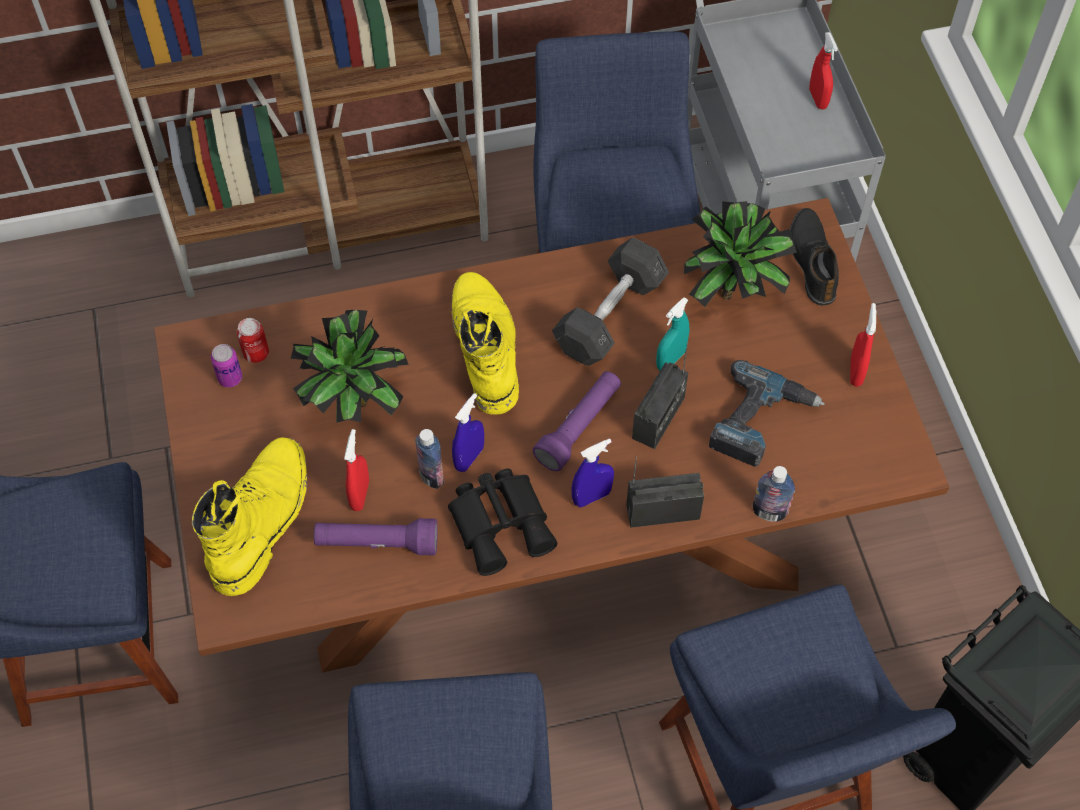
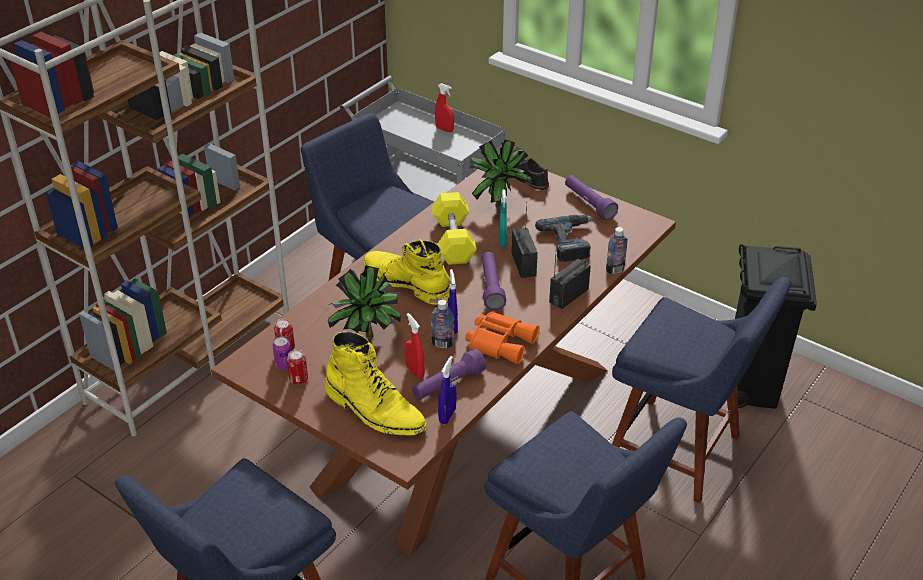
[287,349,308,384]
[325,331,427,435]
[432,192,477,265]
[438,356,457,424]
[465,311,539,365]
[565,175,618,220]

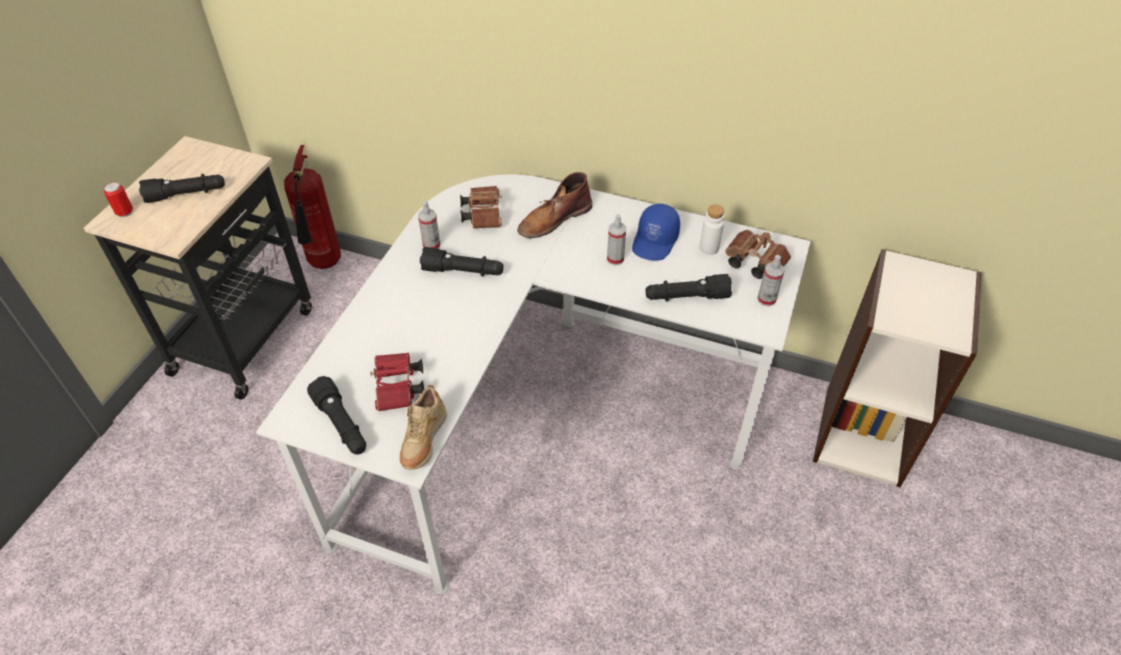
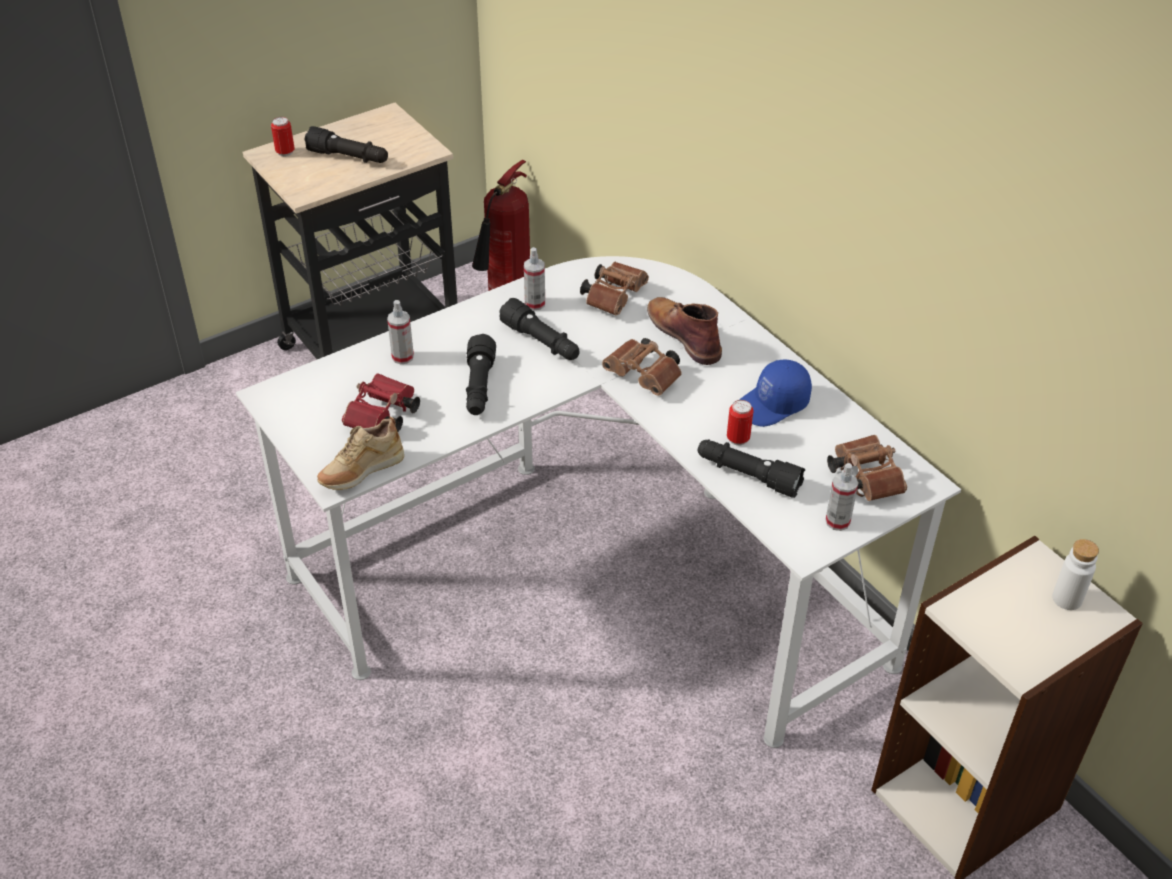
[387,300,414,364]
[466,334,496,415]
[602,338,682,396]
[647,297,722,365]
[727,400,754,446]
[1052,539,1099,610]

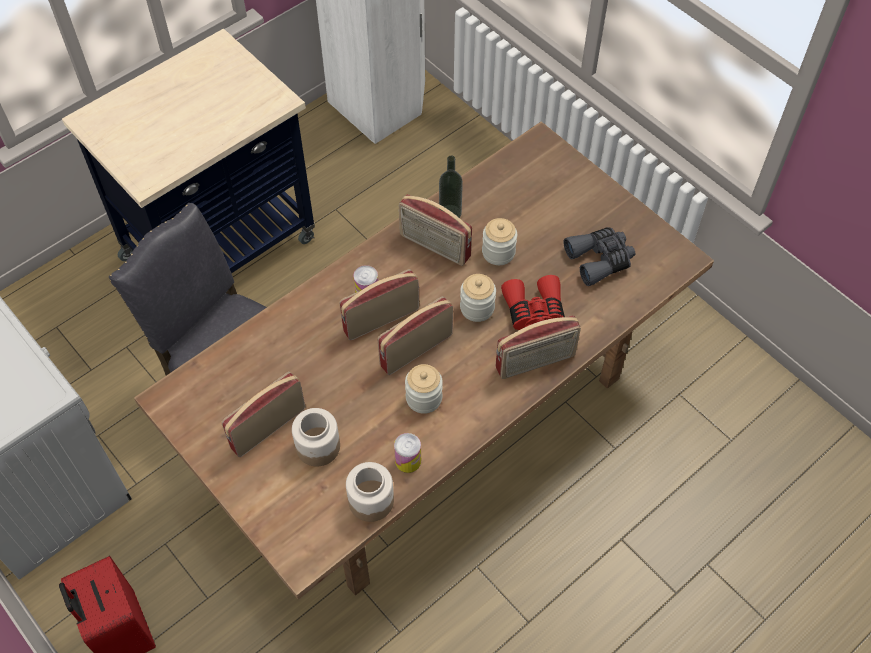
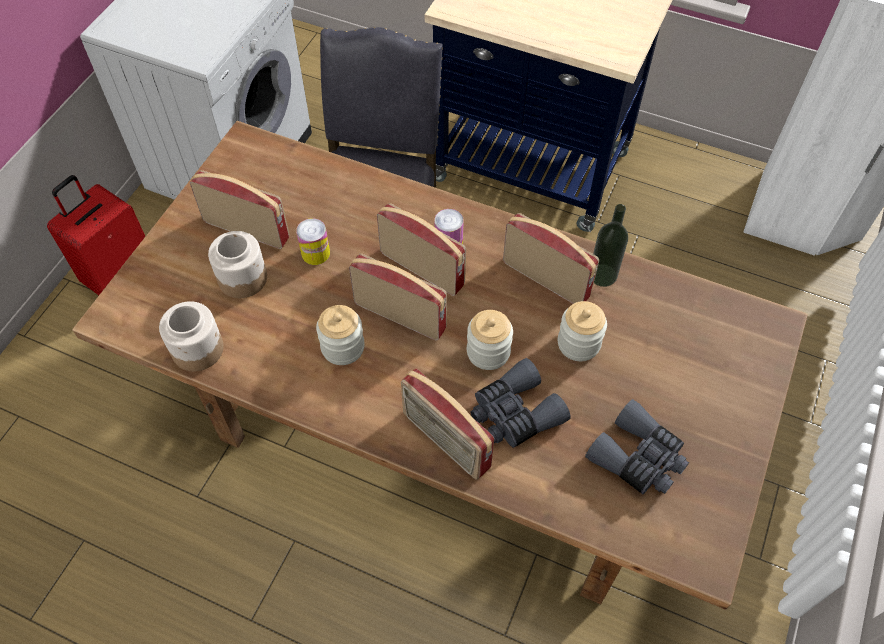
[296,218,330,265]
[470,358,571,448]
[503,213,599,304]

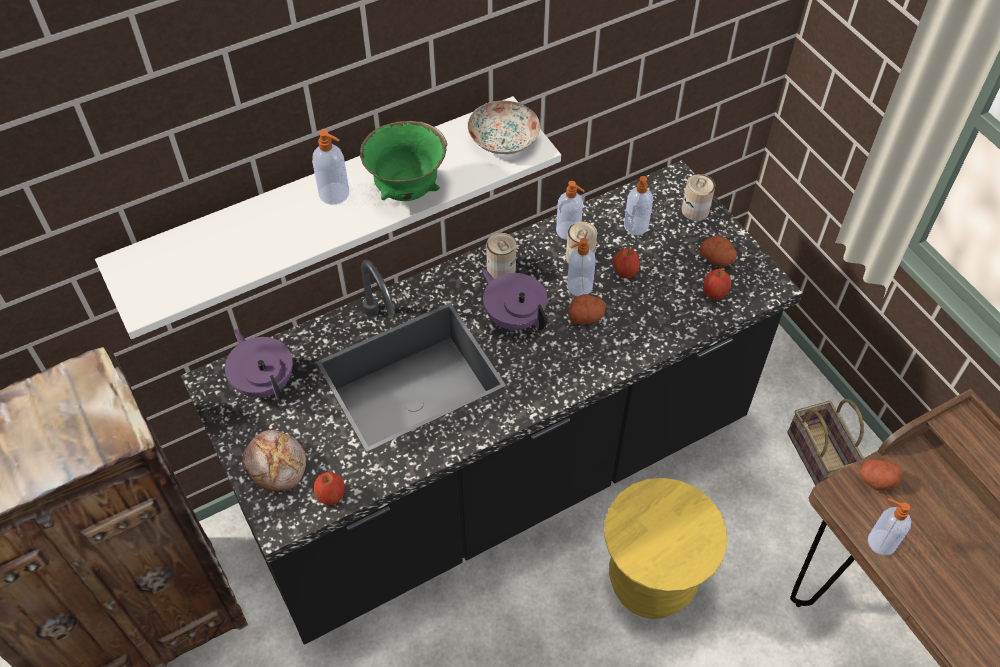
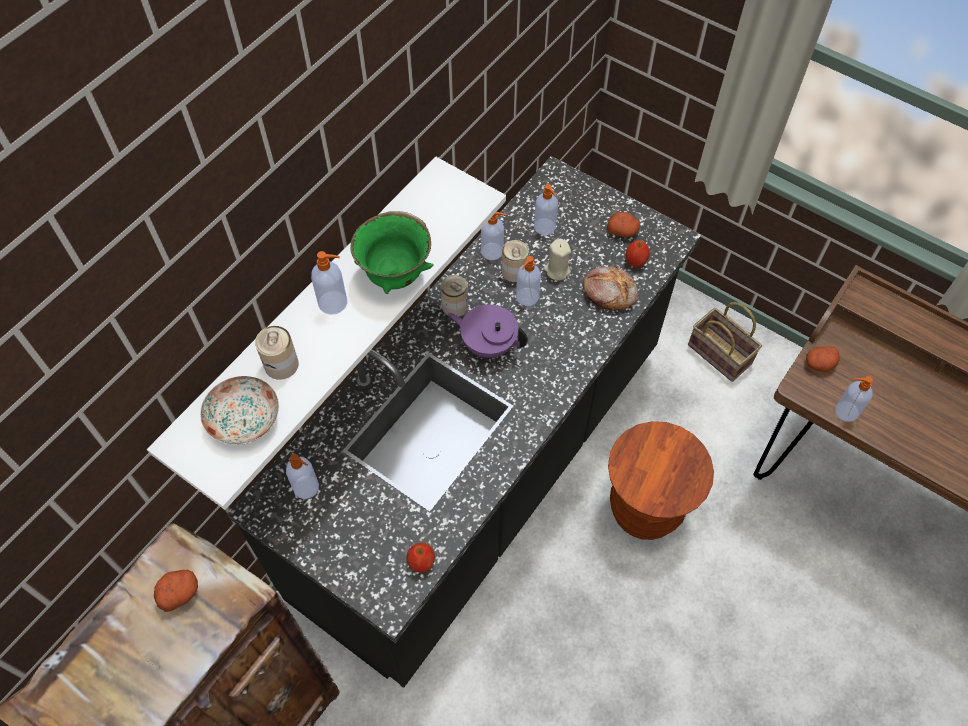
[154,570,198,612]
[200,376,279,445]
[255,326,299,380]
[286,454,319,499]
[543,239,571,281]
[583,267,638,311]
[608,421,714,540]

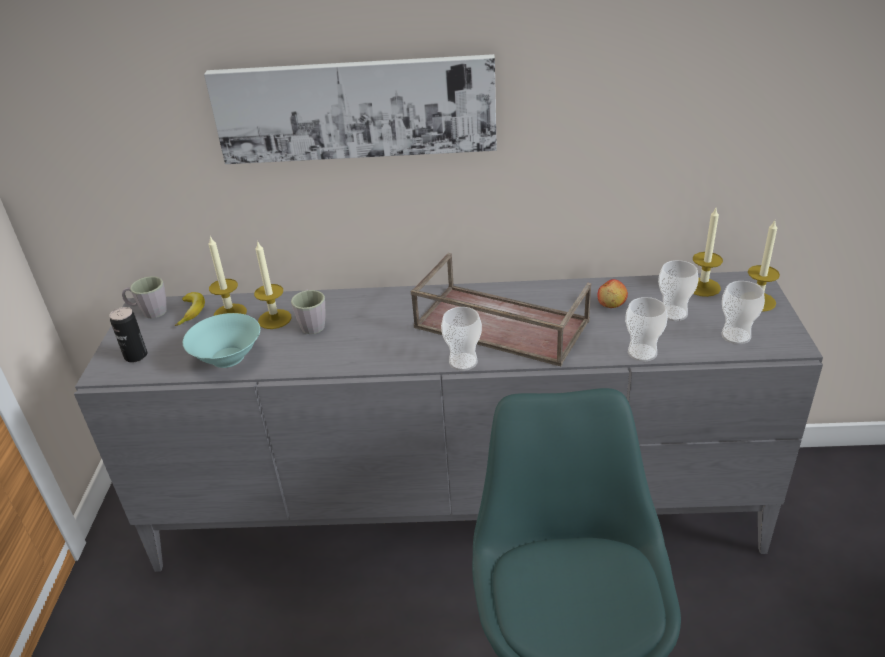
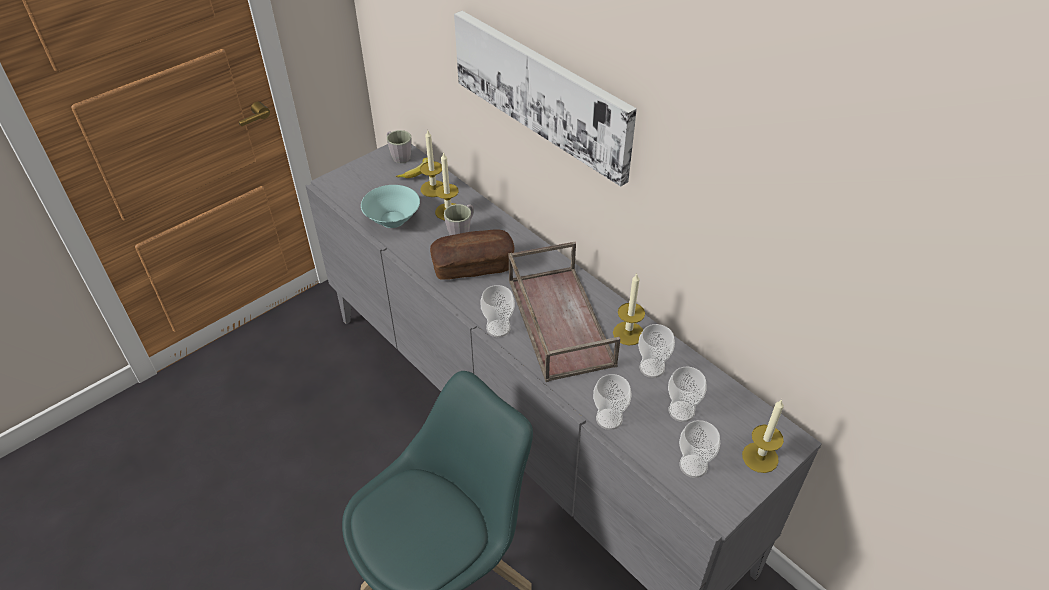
[430,229,514,280]
[613,274,645,345]
[638,324,675,378]
[109,307,147,362] (first image)

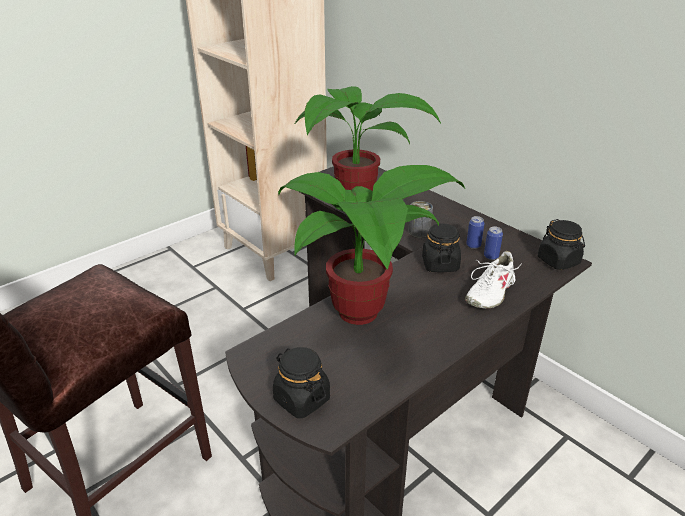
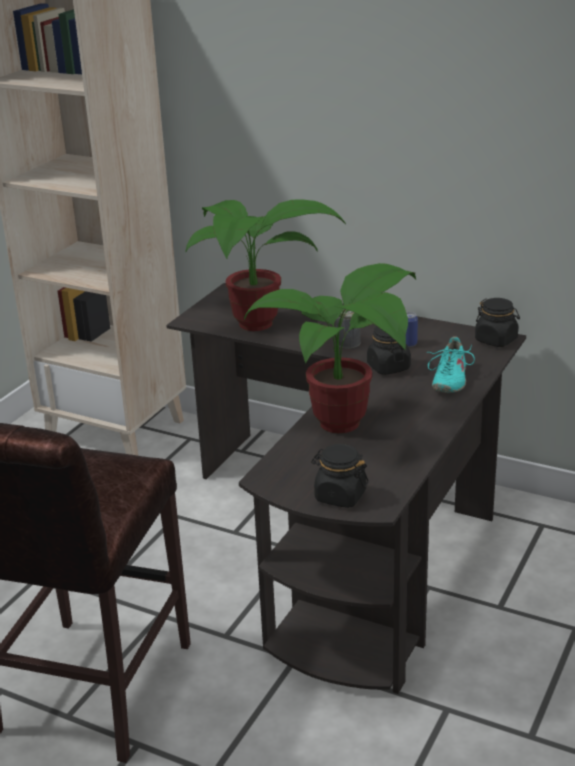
[426,337,475,393]
[484,226,503,260] (first image)

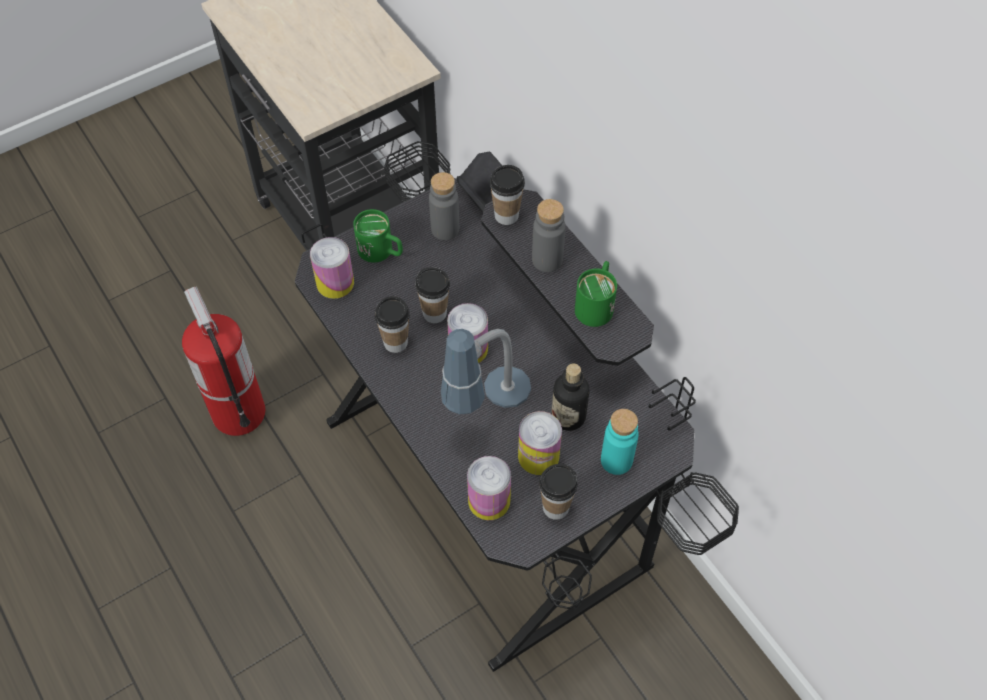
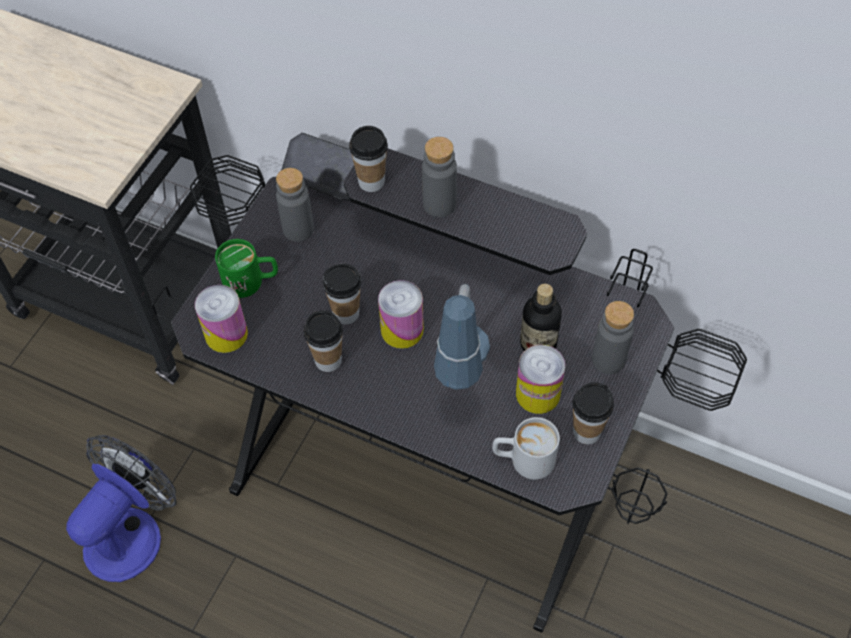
[66,435,177,582]
[492,417,560,480]
[592,301,634,374]
[575,261,617,327] (first image)

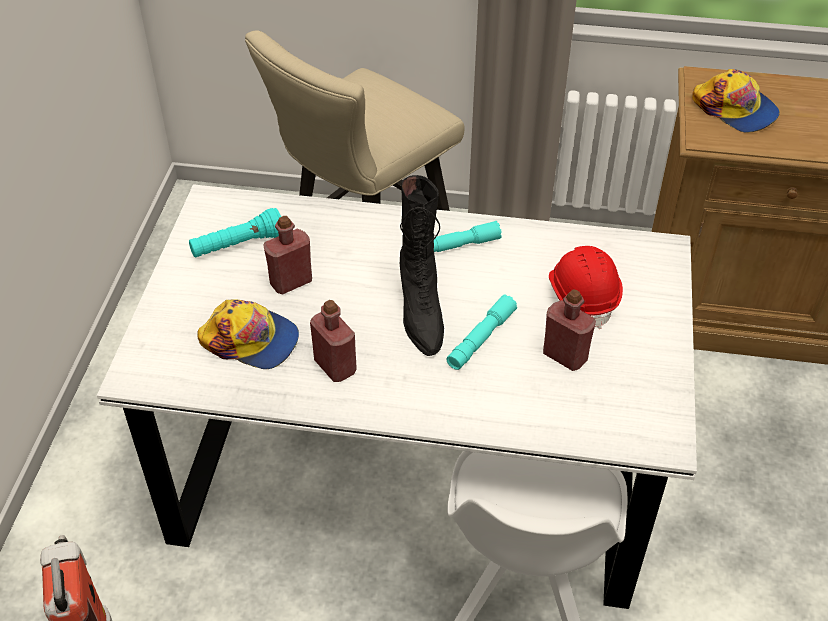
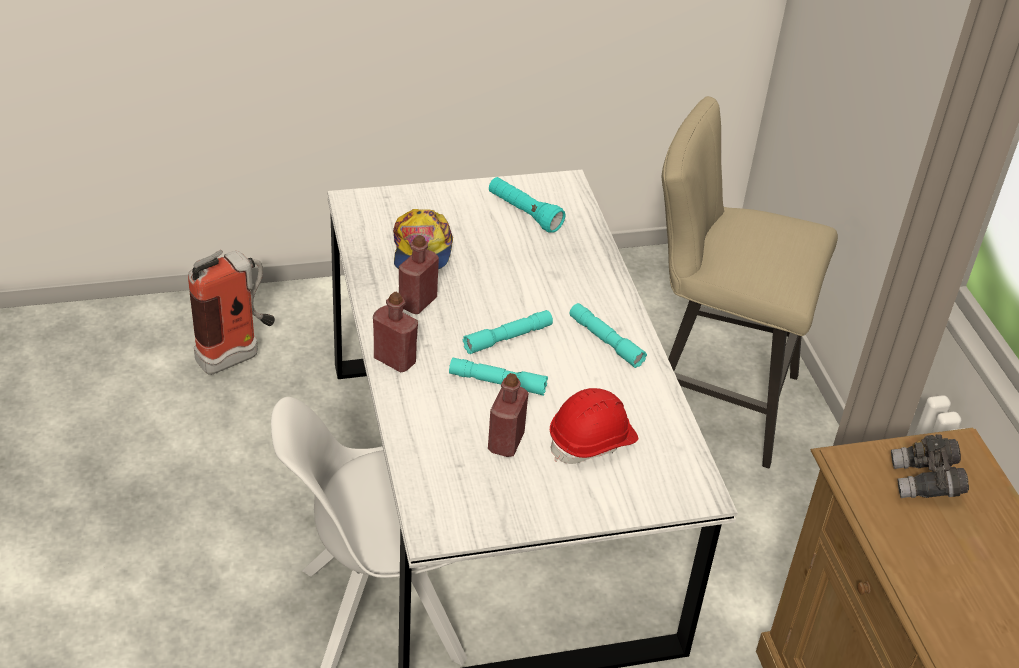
[373,292,418,372]
[463,310,553,354]
[891,434,969,498]

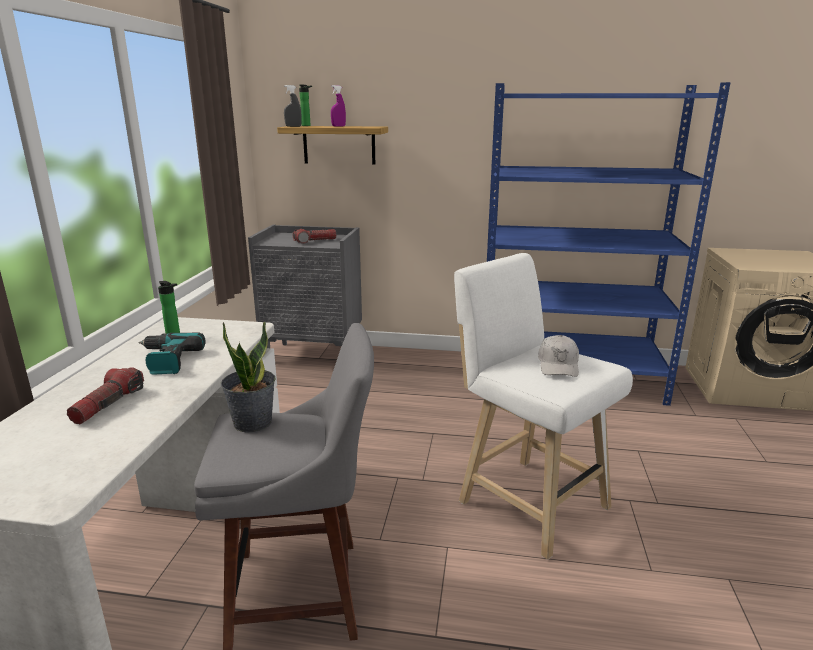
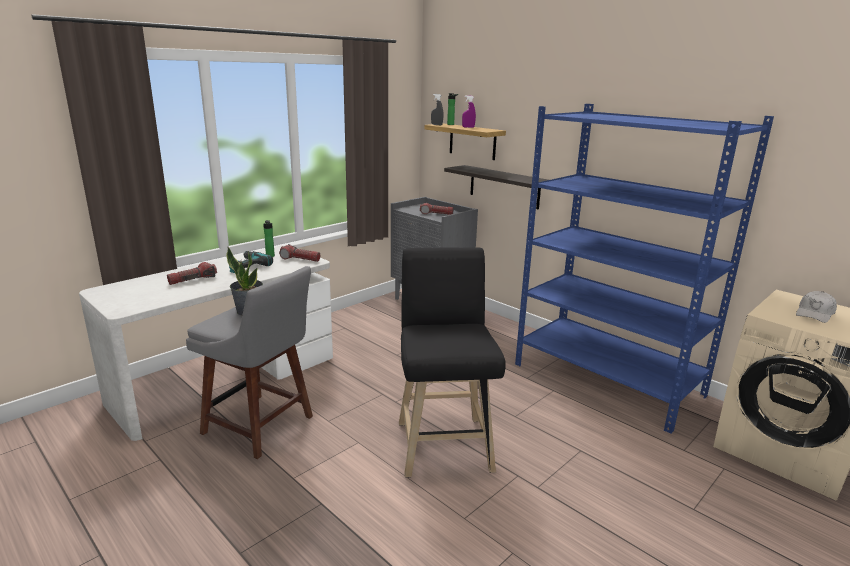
[279,244,321,262]
[399,247,506,478]
[444,165,548,209]
[796,291,837,323]

